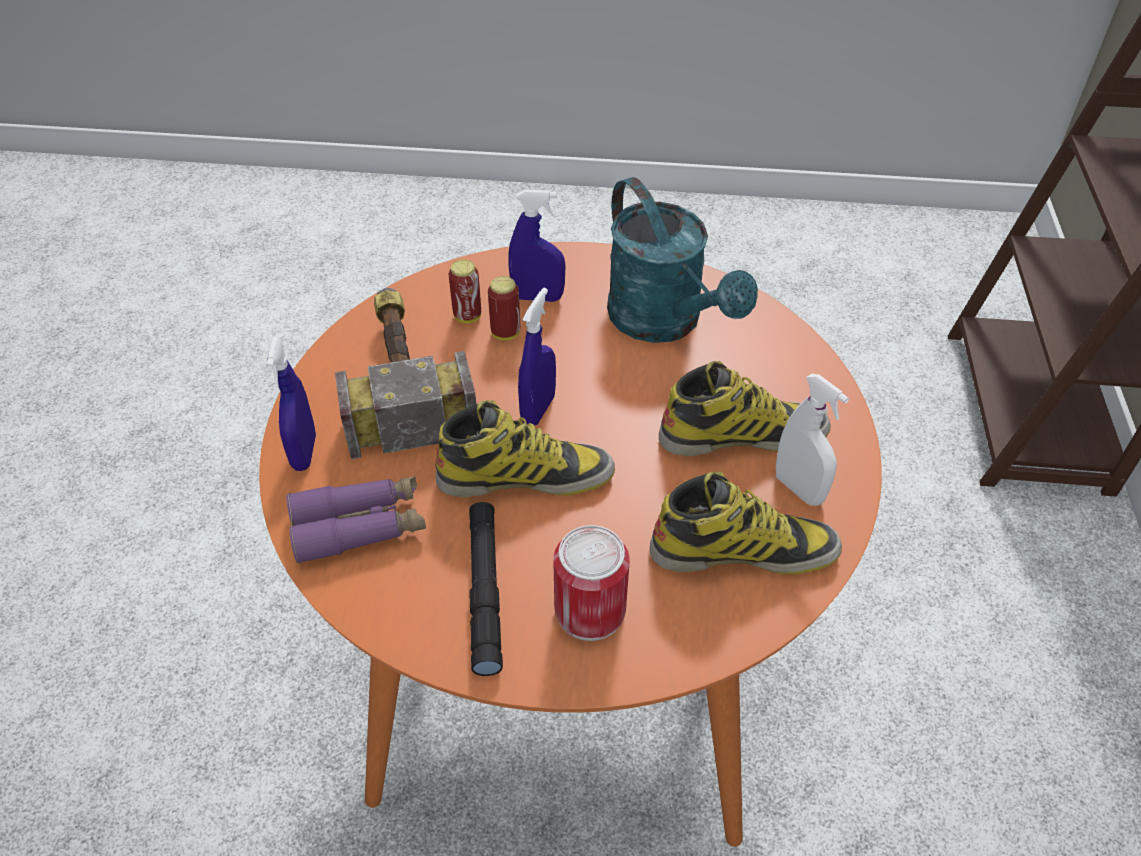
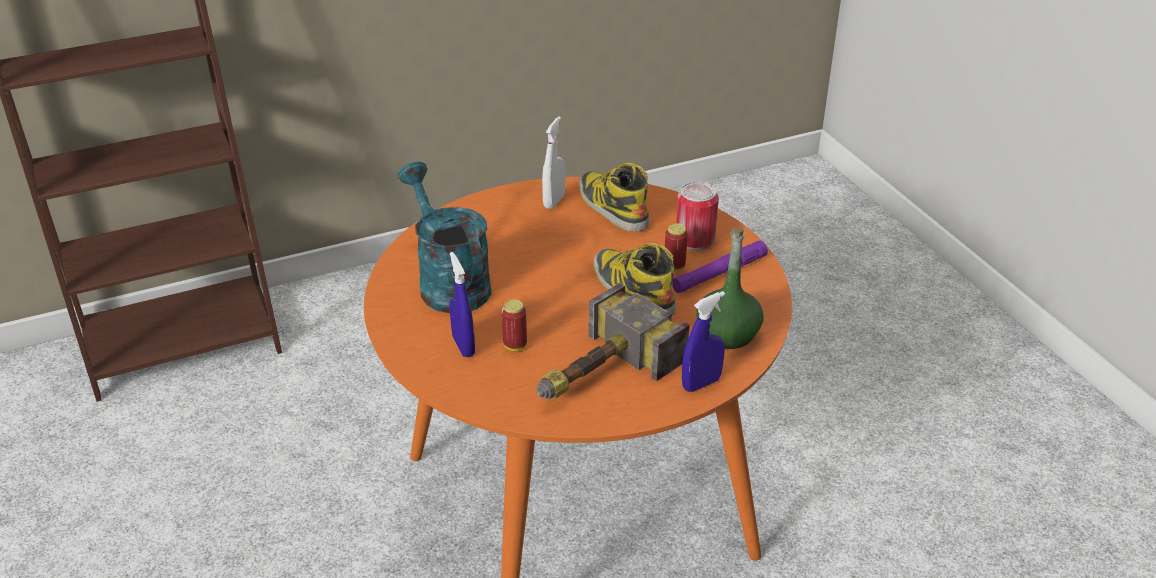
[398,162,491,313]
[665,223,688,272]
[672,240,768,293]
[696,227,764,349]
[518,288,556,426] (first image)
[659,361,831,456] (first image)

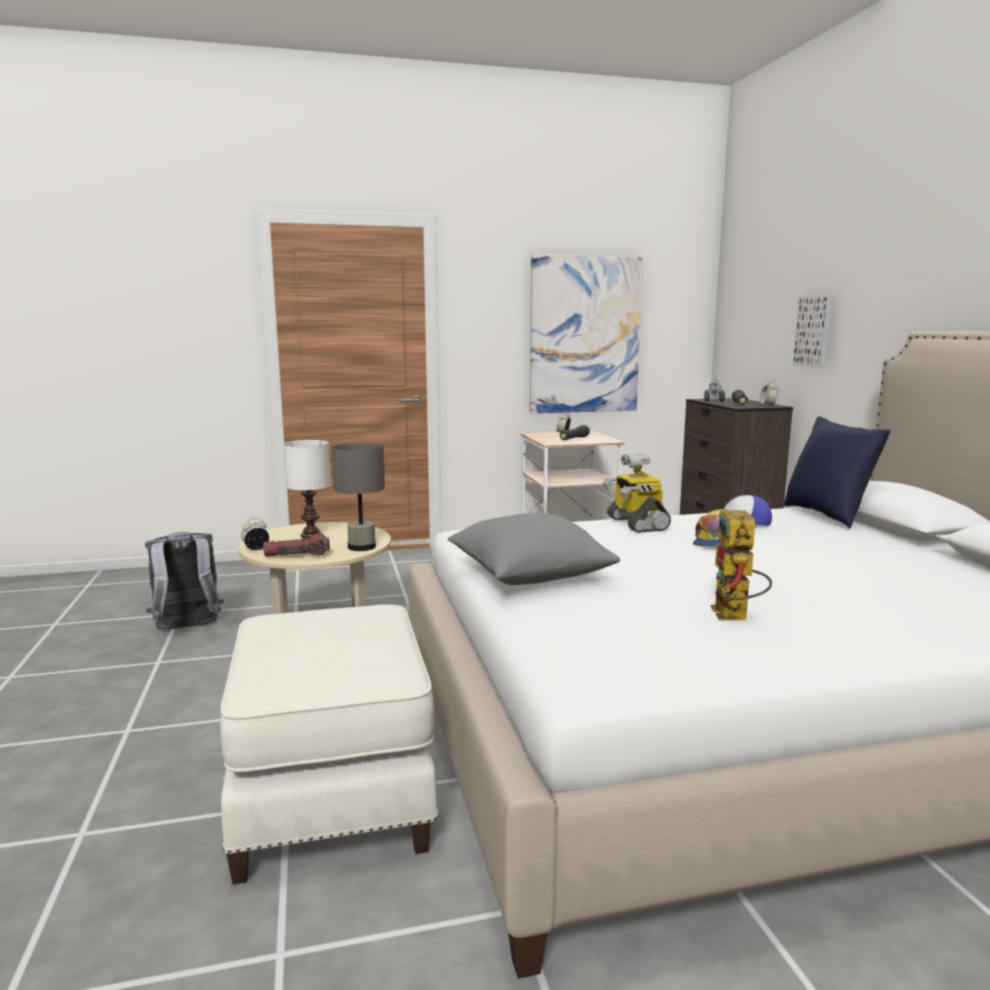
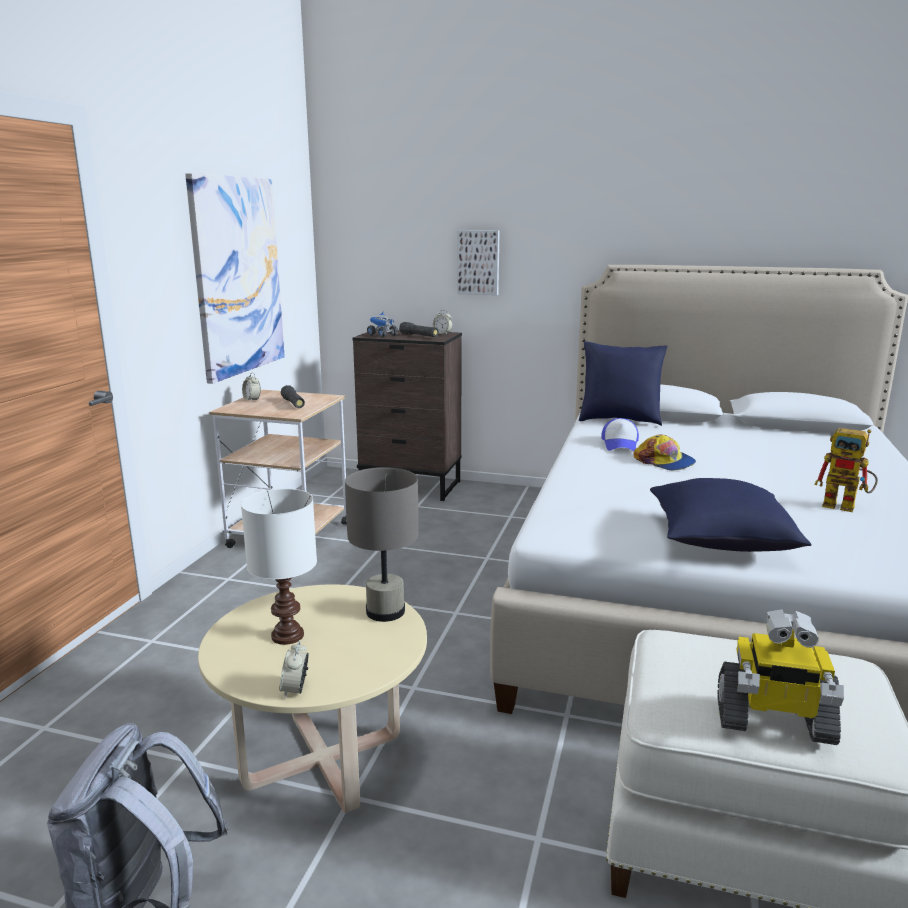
[650,478,811,552]
[717,609,844,745]
[263,533,330,557] (first image)

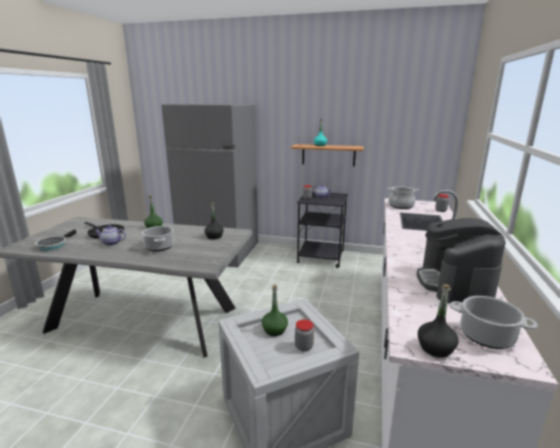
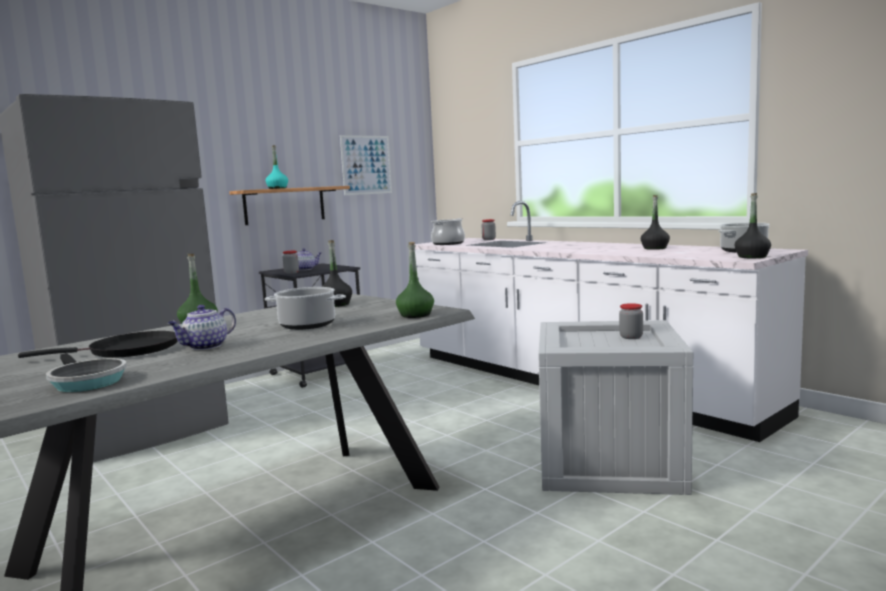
[340,135,392,195]
[396,242,434,318]
[641,195,670,250]

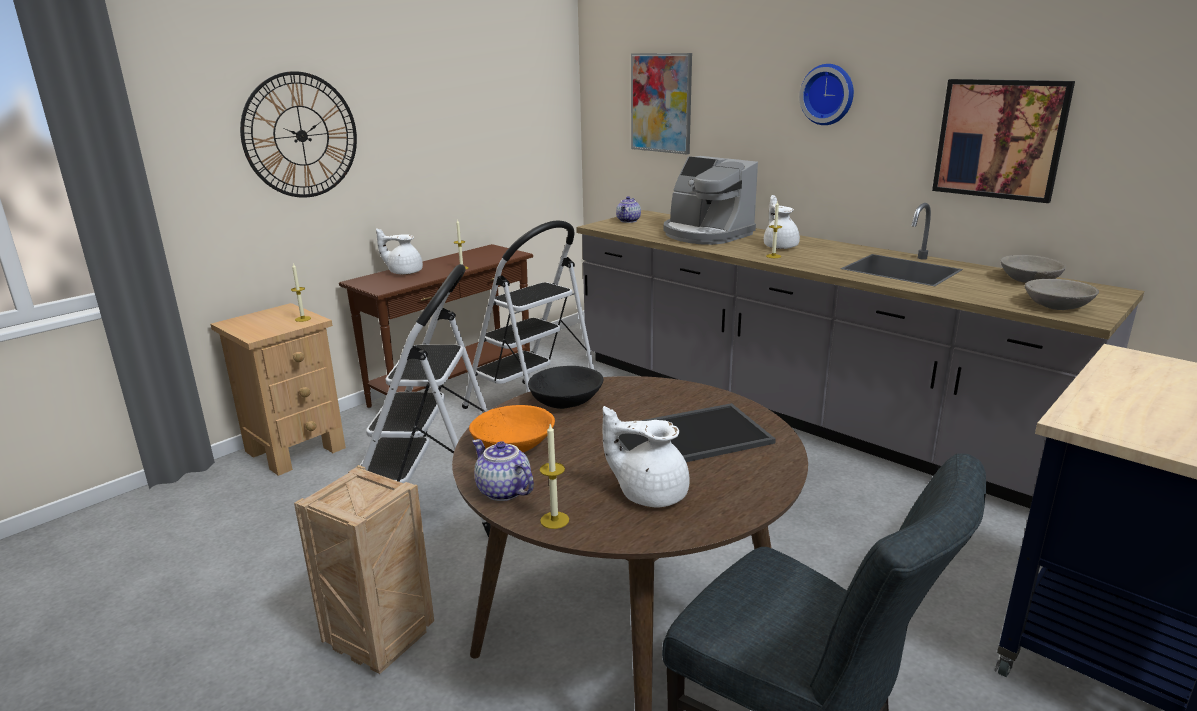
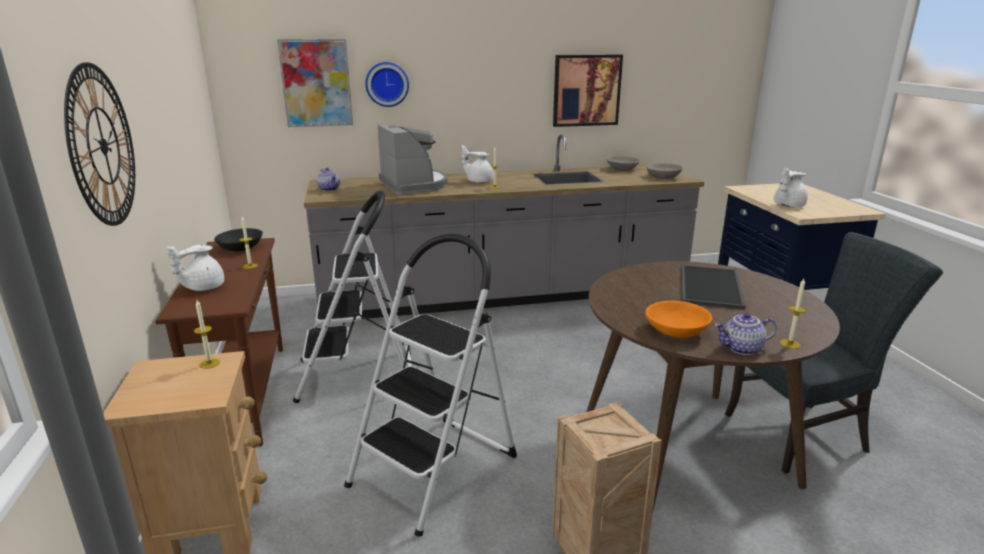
[214,228,263,251]
[365,62,409,107]
[378,125,447,195]
[774,168,808,208]

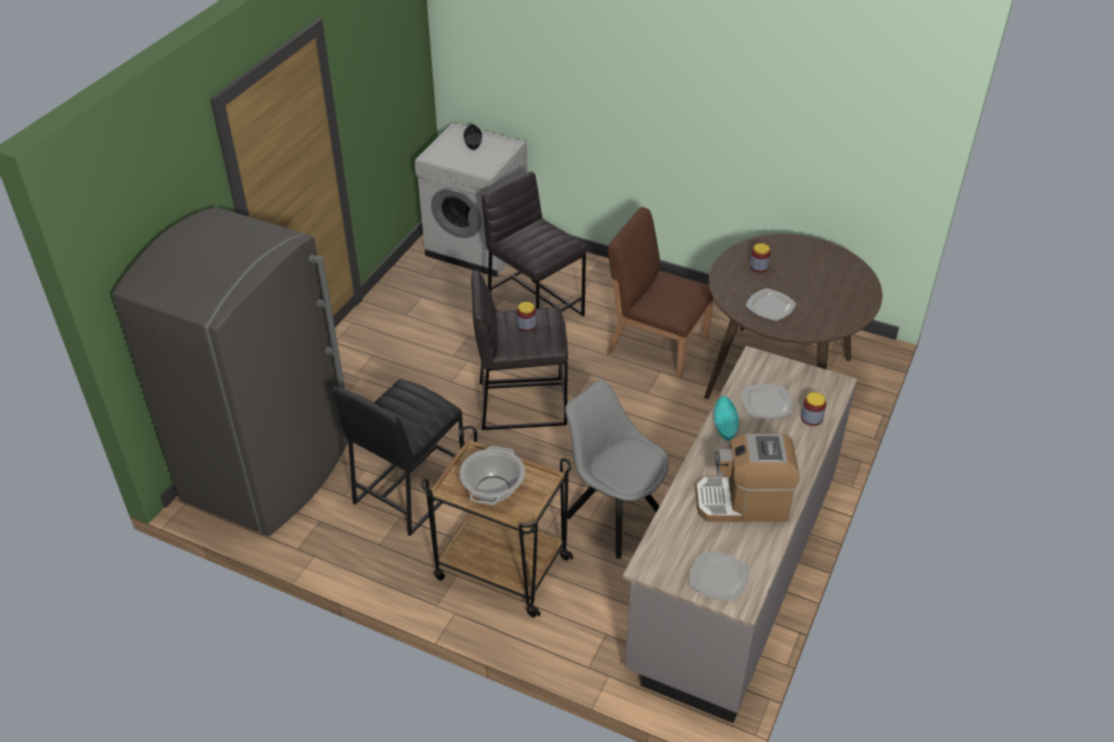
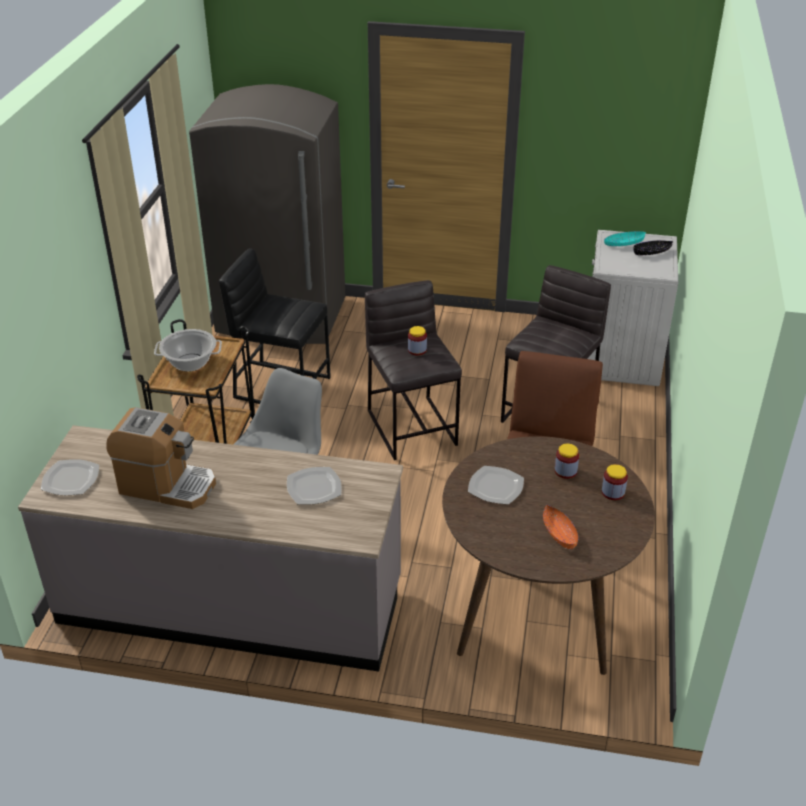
[106,407,216,509]
[543,505,578,549]
[602,464,628,500]
[604,231,646,246]

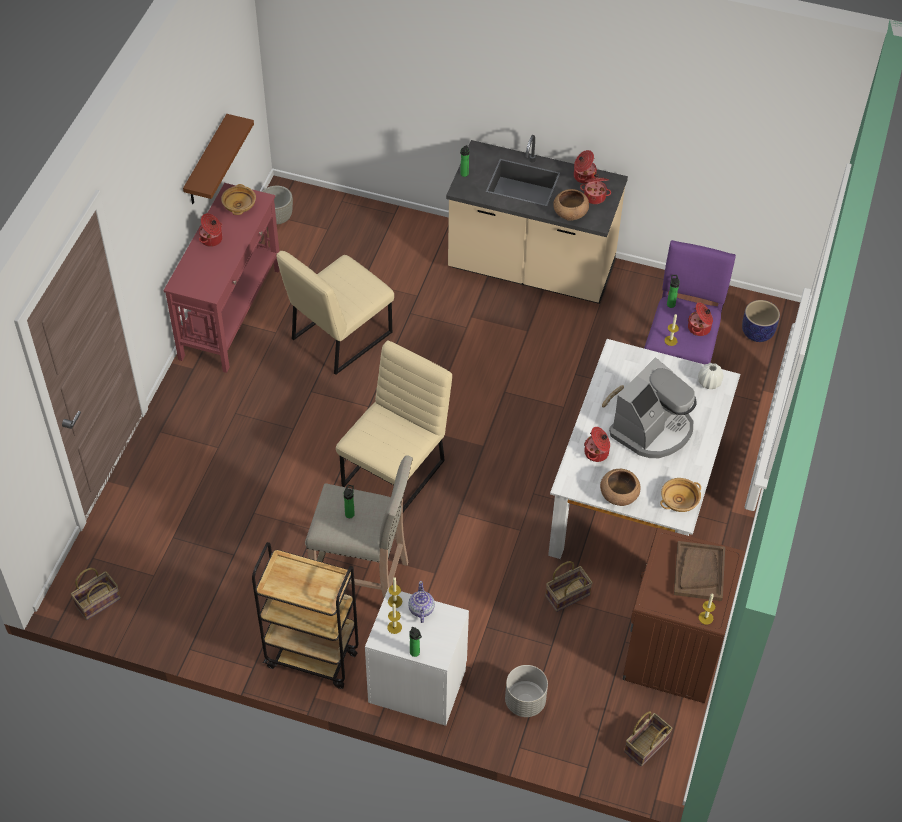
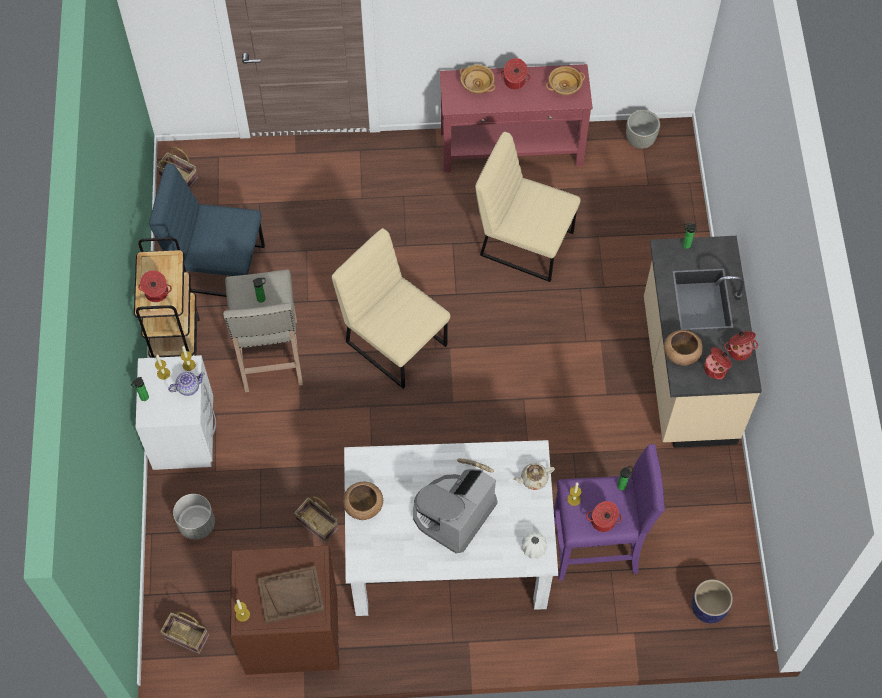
[138,271,172,302]
[149,164,265,297]
[332,228,450,389]
[413,469,497,553]
[460,65,496,94]
[513,463,555,490]
[183,114,254,204] (first image)

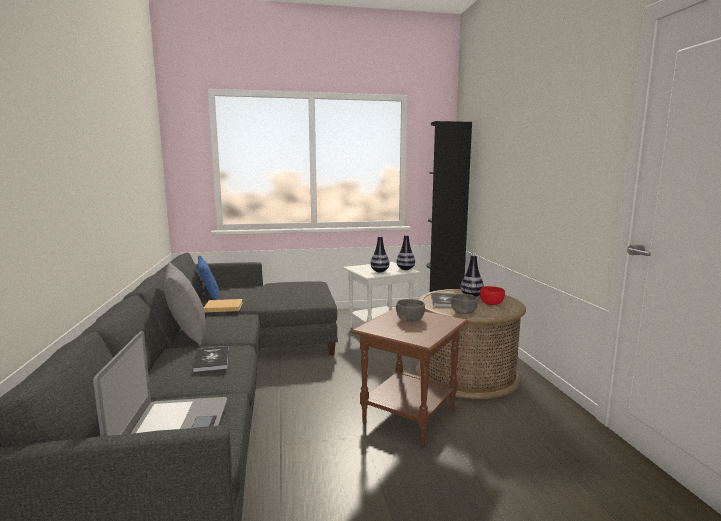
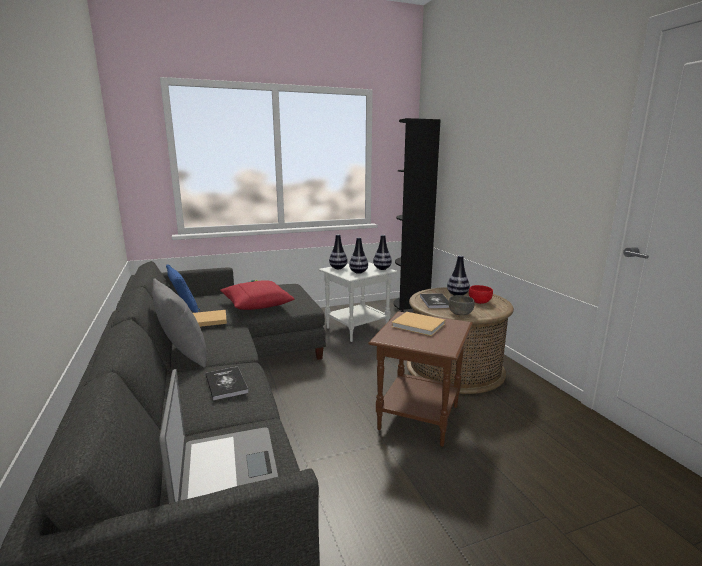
[220,280,294,310]
[329,234,348,269]
[391,312,445,336]

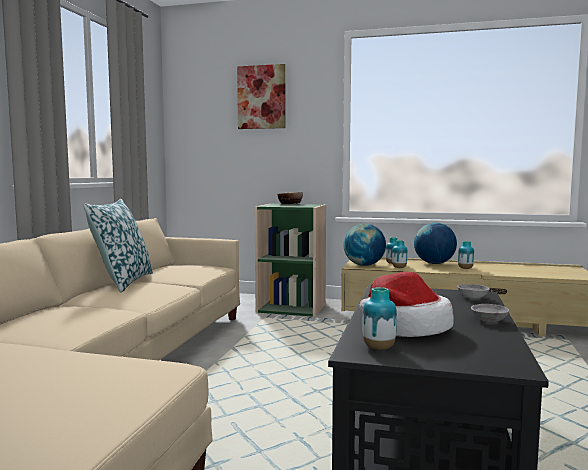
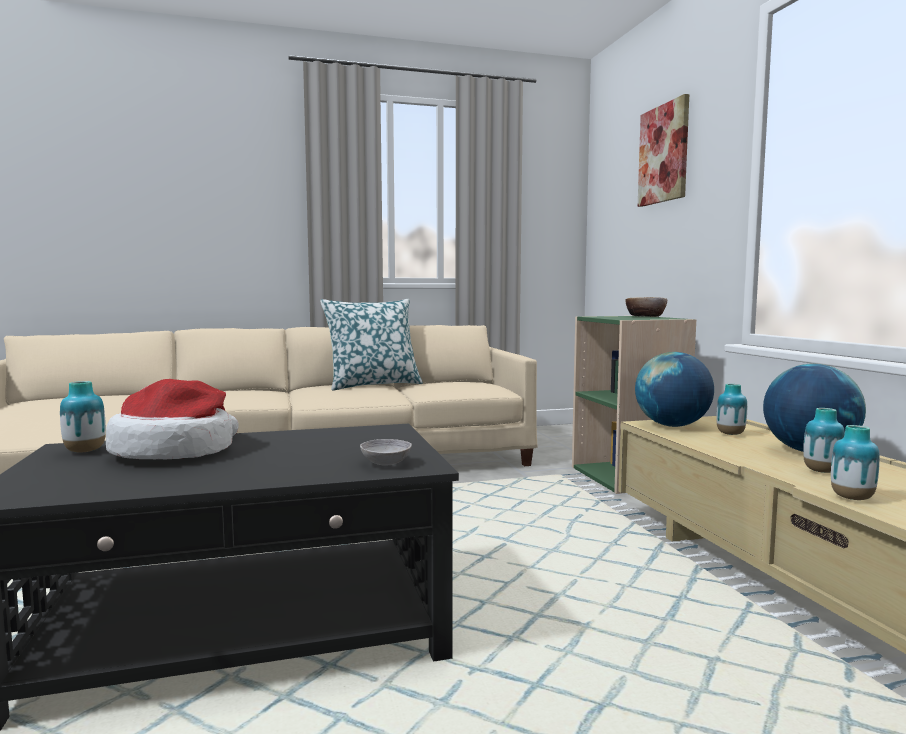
[831,425,880,500]
[471,304,509,322] (first image)

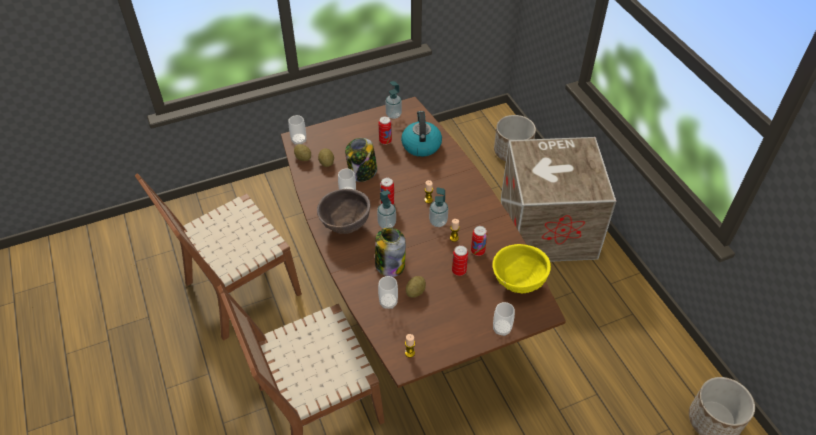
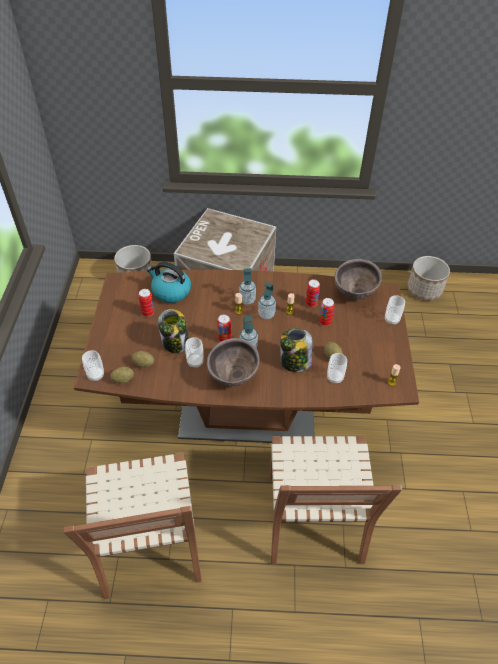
[239,268,256,305]
[334,259,382,300]

